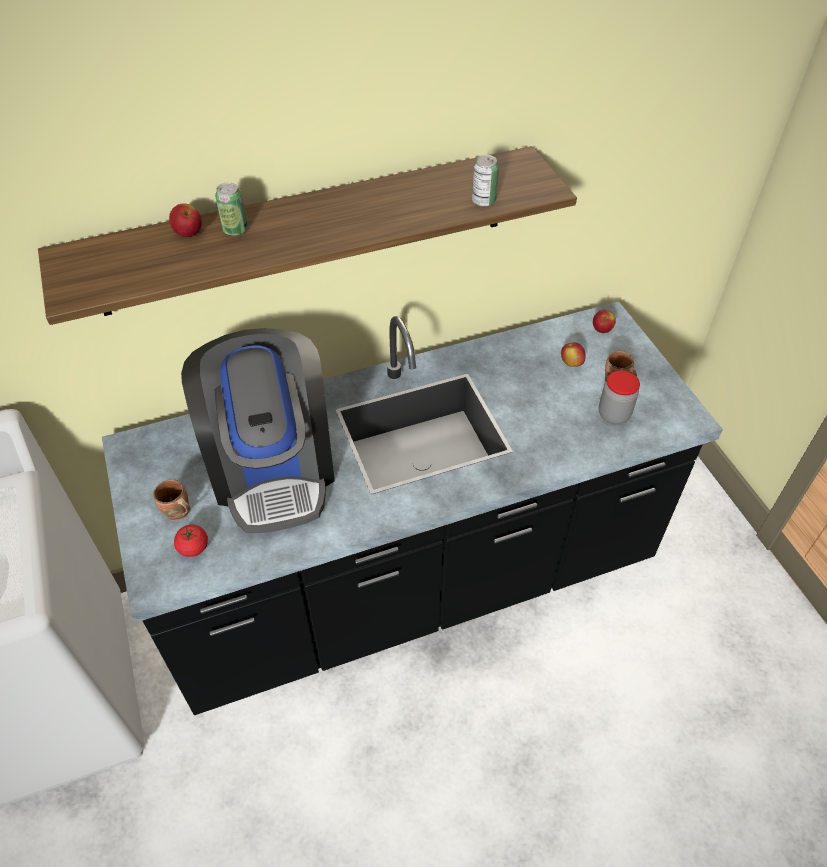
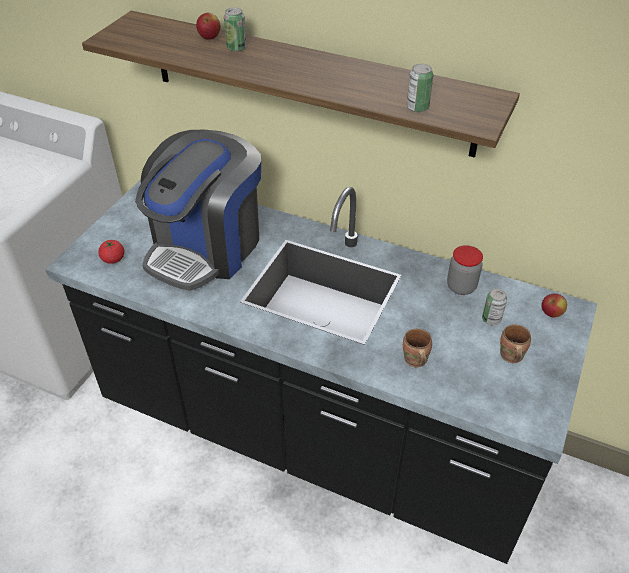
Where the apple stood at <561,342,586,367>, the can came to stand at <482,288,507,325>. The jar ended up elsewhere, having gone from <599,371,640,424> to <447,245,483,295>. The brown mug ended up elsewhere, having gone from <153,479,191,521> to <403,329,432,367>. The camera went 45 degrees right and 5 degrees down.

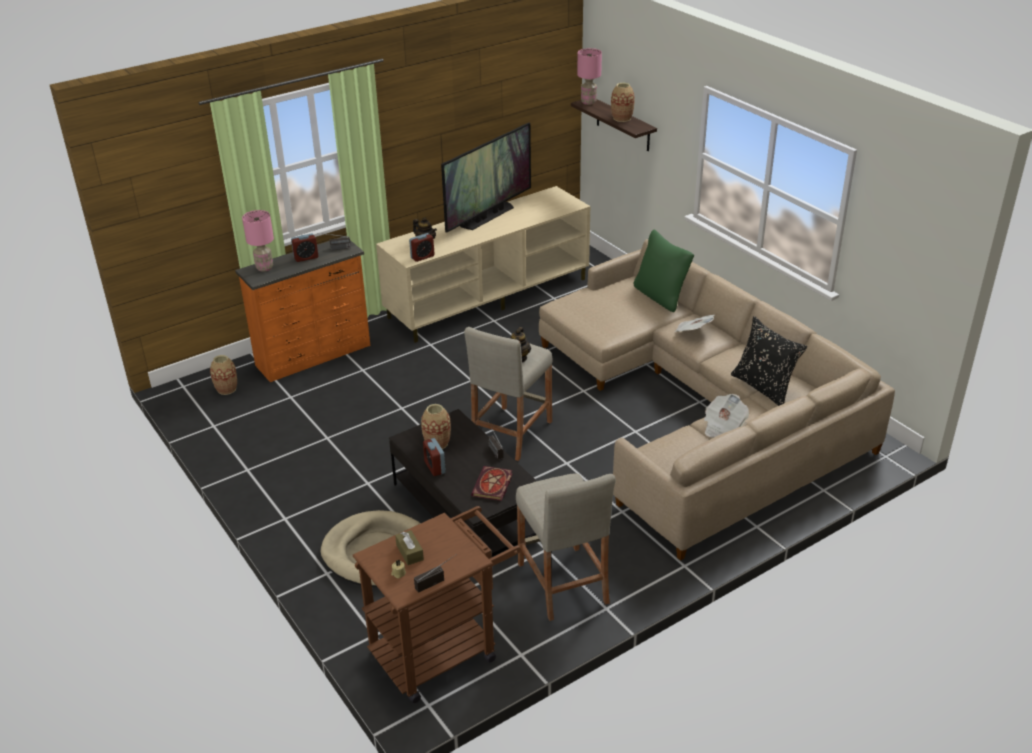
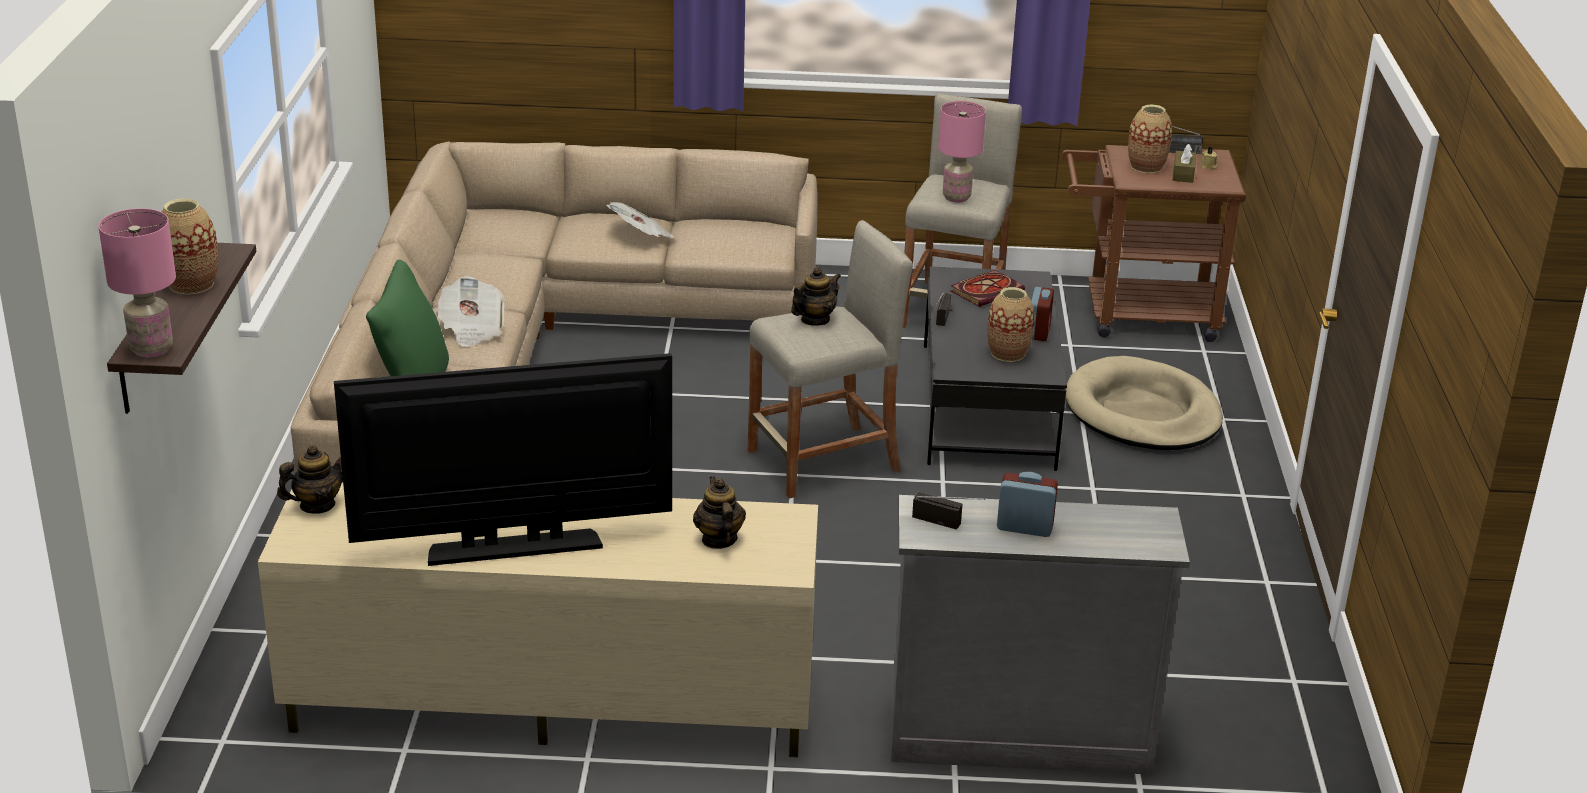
The pink table lamp ended up elsewhere, having gone from <242,210,274,272> to <938,101,986,203>. The second view lost the alarm clock at <409,233,435,262>. What was the orange dresser at <235,237,371,382> turned into the grey dresser at <891,495,1190,775>. The second view lost the black pillow at <731,316,807,406>. The vase ended up elsewhere, having gone from <210,355,237,395> to <1128,105,1172,173>. The second view gained the teapot at <277,445,343,514>. The camera went 145 degrees left and 5 degrees down.

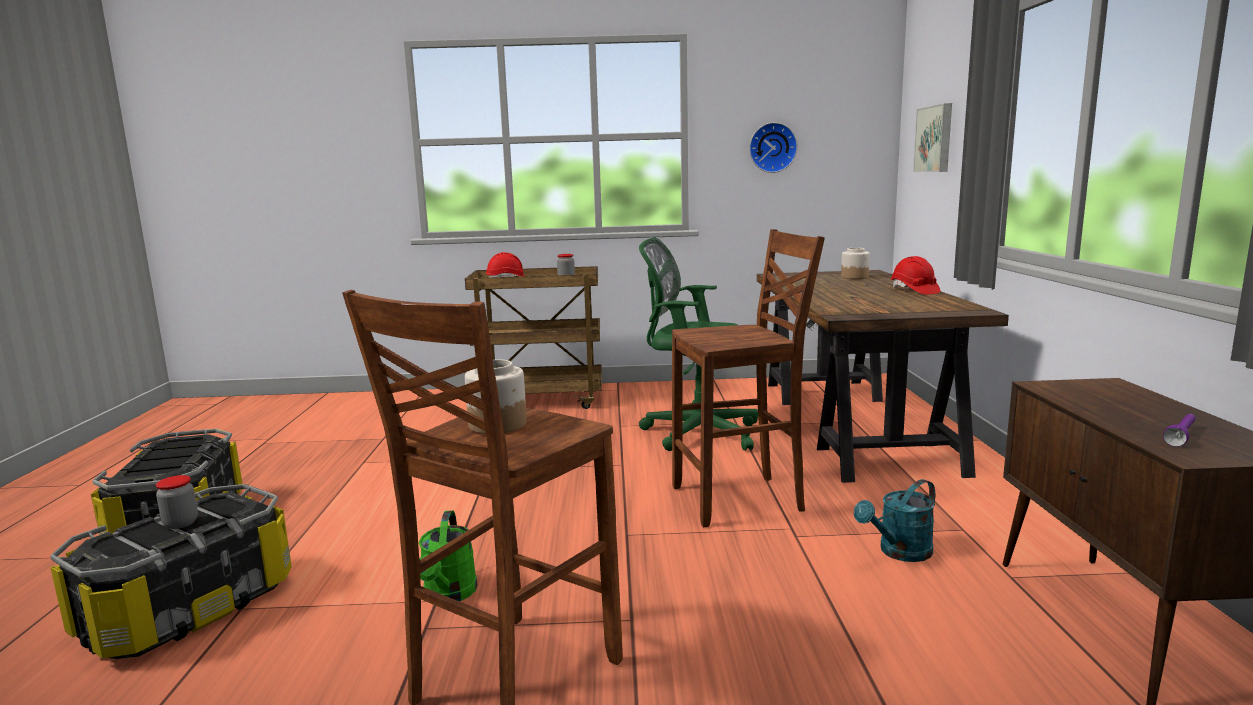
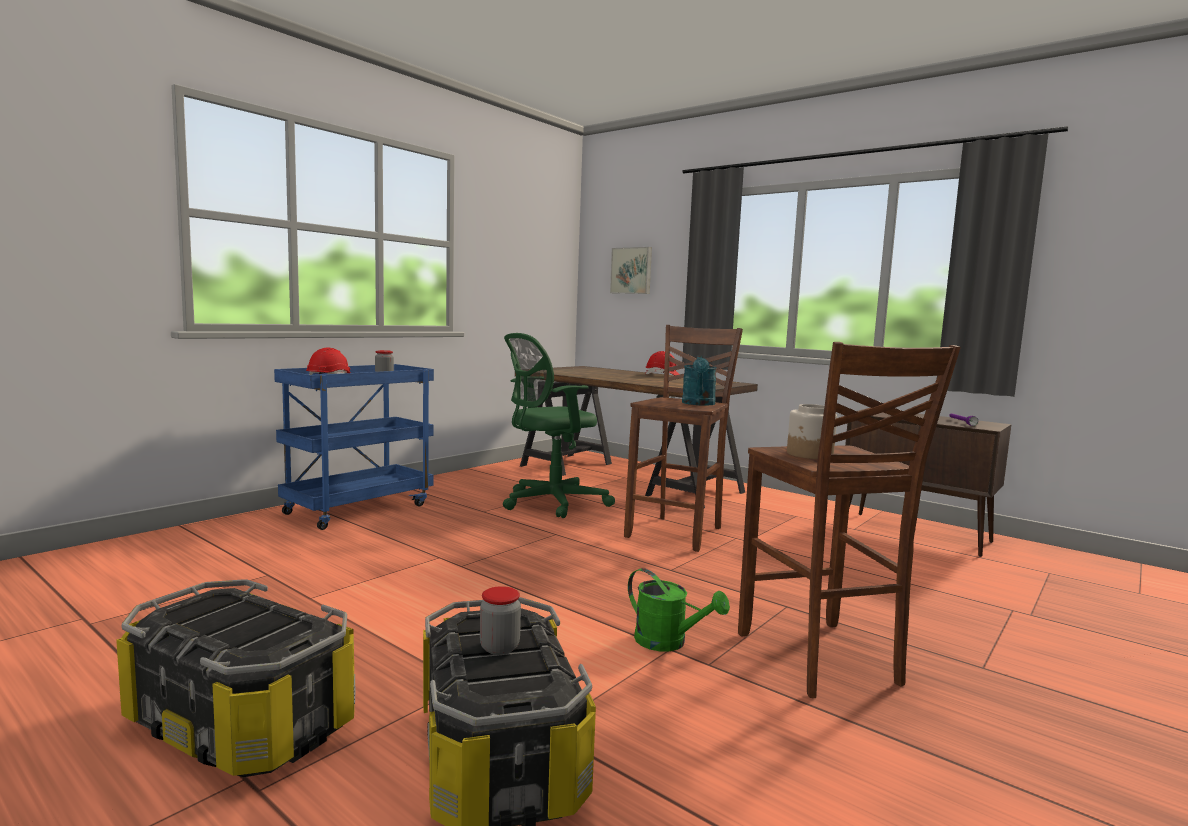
The second view lost the wall clock at <749,122,798,173>. The second view lost the jar at <841,248,870,279>. What was the brown cart at <465,266,602,409> turned into the blue cart at <274,364,434,530>. The turquoise watering can ended up elsewhere, having gone from <854,479,935,562> to <682,355,717,405>. The camera went 50 degrees left and 5 degrees down.

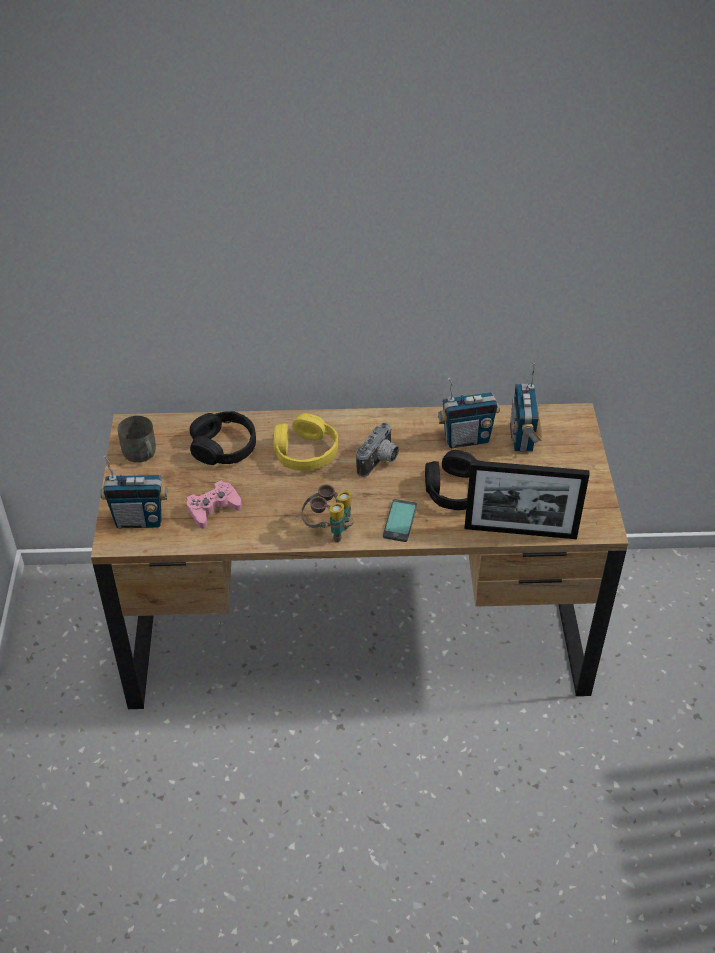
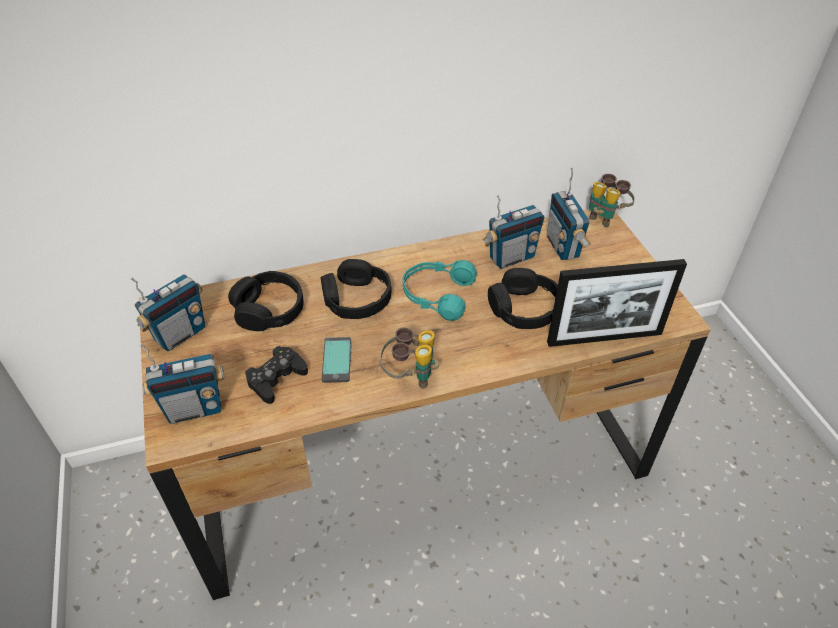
What was the yellow headphones at <274,413,339,471> turned into the black headphones at <321,259,391,319>. Where the grey mug stood at <117,416,156,463>, the radio came to stand at <129,274,205,351>. Where the photo camera stood at <356,423,399,477>, the turquoise headphones came to stand at <403,260,477,321>. What was the pink game controller at <187,481,242,529> turned into the black game controller at <245,346,308,404>. The phone ended up elsewhere, having gone from <383,499,417,542> to <322,337,352,383>. The second view gained the binoculars at <589,174,635,227>. The camera went 15 degrees left and 0 degrees up.

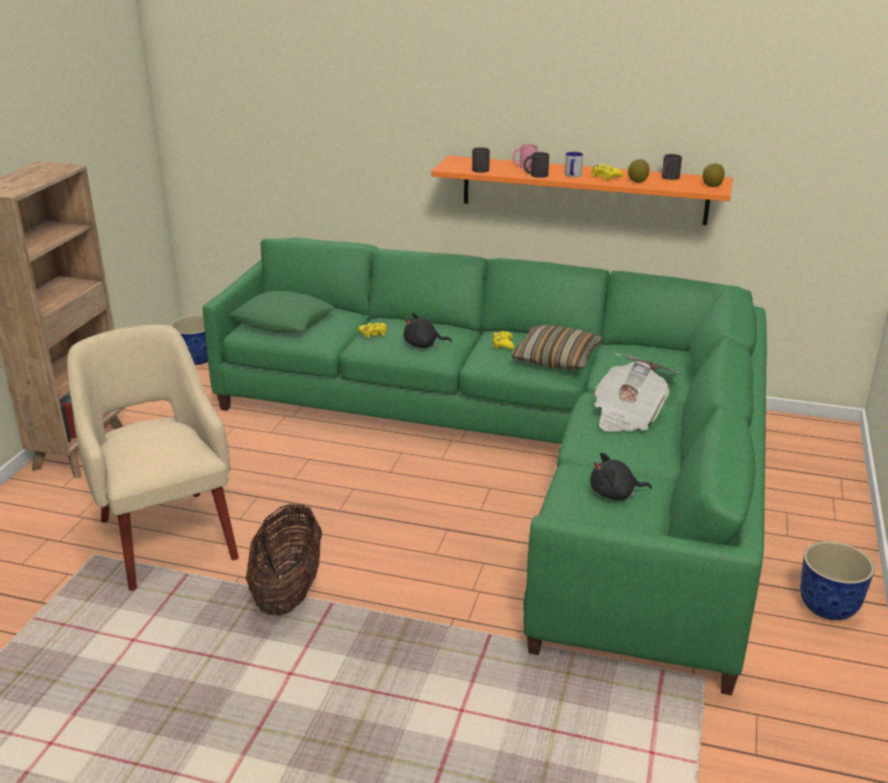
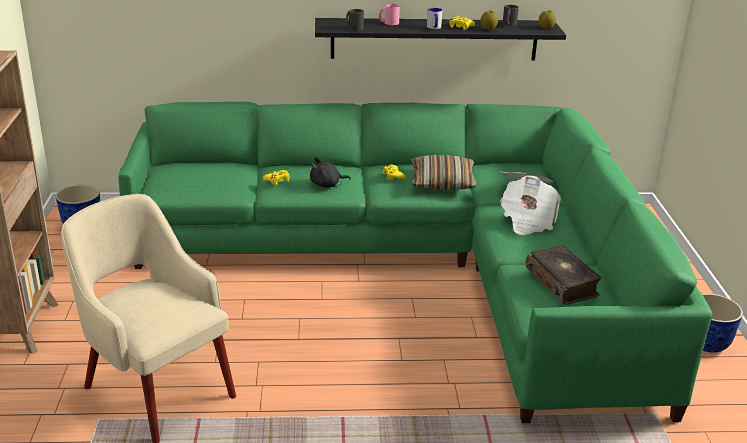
The second view lost the black mug at <523,152,549,178>. What was the orange shelf at <431,156,733,225> turned into the black shelf at <315,18,566,60>. The second view lost the green pillow at <230,291,336,333>. Where the black plush toy stood at <590,452,652,500>, the book came to stand at <526,245,602,305>. The second view lost the basket at <245,503,322,615>. The camera went 20 degrees left and 0 degrees up.

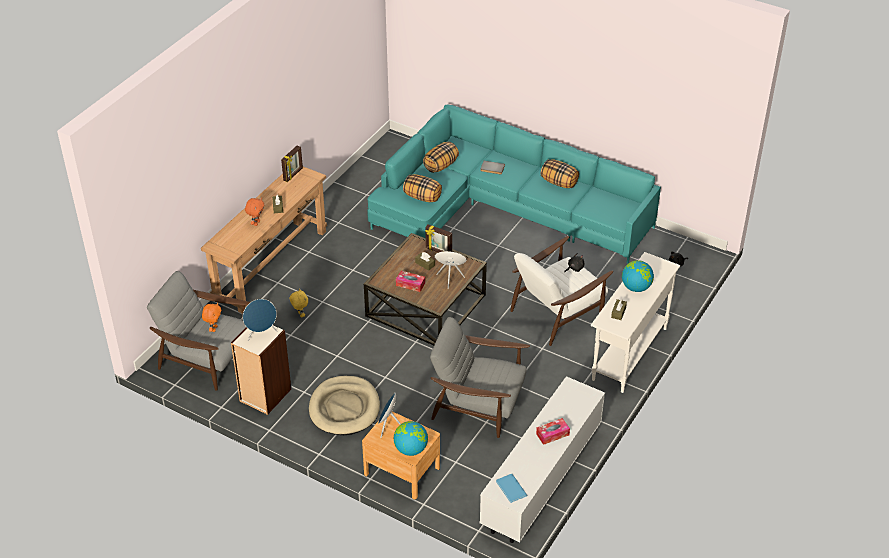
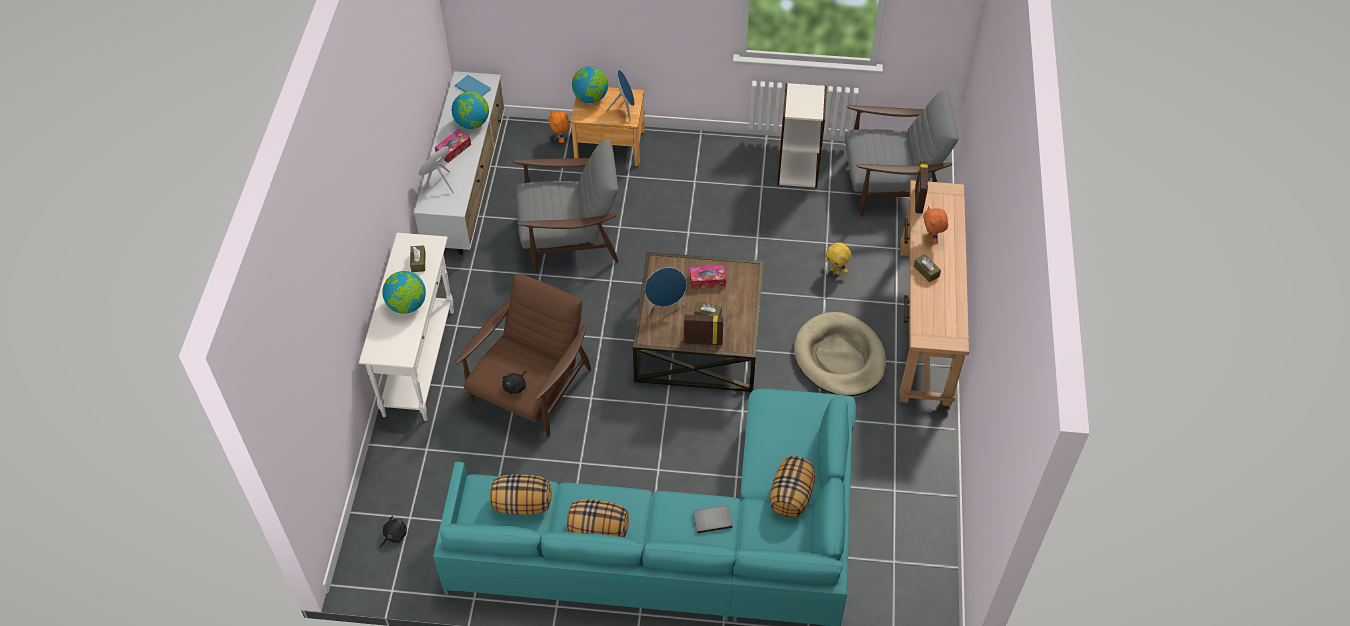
The picture frame ended up elsewhere, having gone from <281,146,303,182> to <915,160,928,214>. The pillow ended up elsewhere, having gone from <403,174,442,202> to <490,474,551,515>. What was the white armchair at <510,236,613,346> turned into the brown armchair at <454,273,591,437>. The blue speaker ended up elsewhere, having gone from <243,299,278,341> to <419,146,454,194>. The orange plush toy ended up elsewhere, having gone from <202,302,221,332> to <548,110,570,143>. The beige dog bed ended up elsewhere, having gone from <309,376,380,435> to <794,312,886,396>. The second view gained the globe at <452,92,489,129>. The camera went 155 degrees right and 10 degrees up.

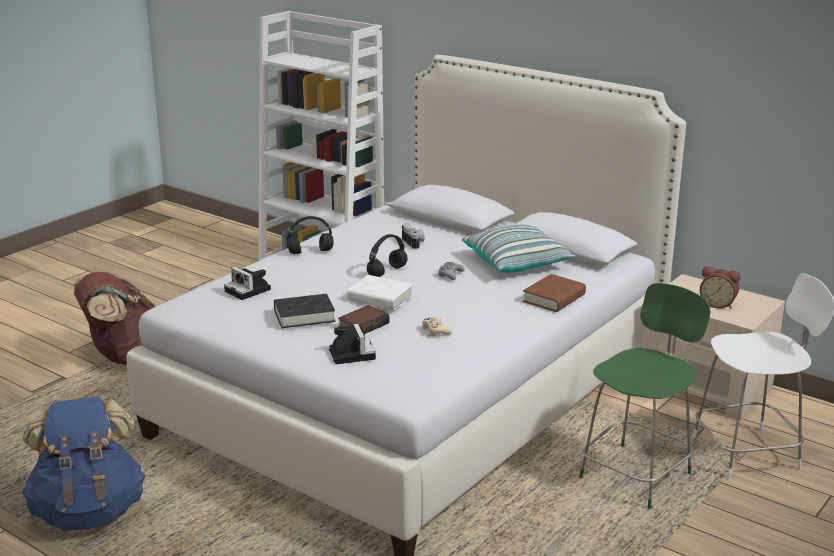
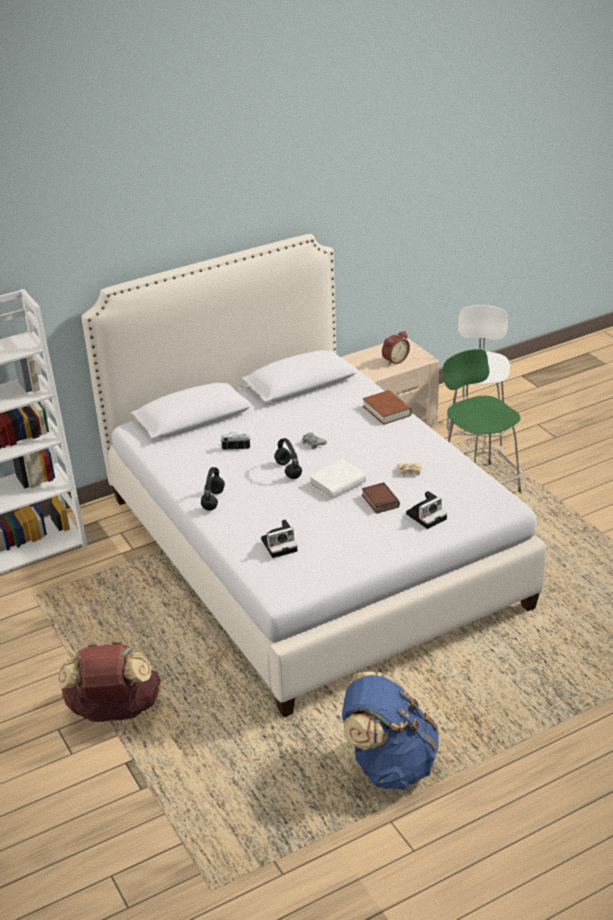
The second view lost the pillow at <462,224,575,273>. The second view lost the black book at <274,294,335,328>. The photo camera at <329,324,376,364> ended up facing another way, 135 degrees clockwise from before. The camera went 65 degrees left and 10 degrees up.

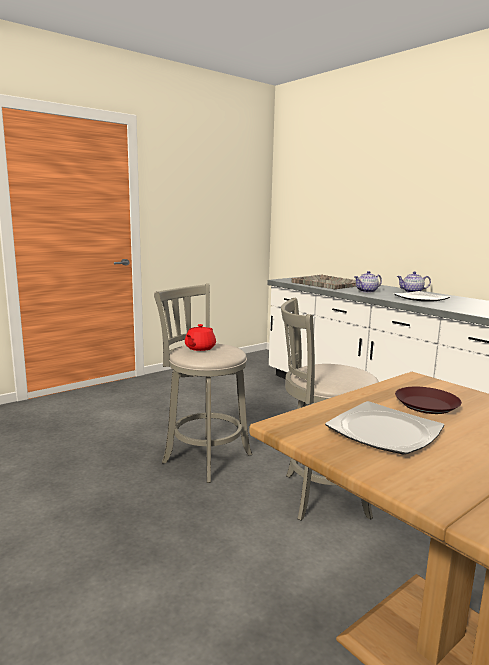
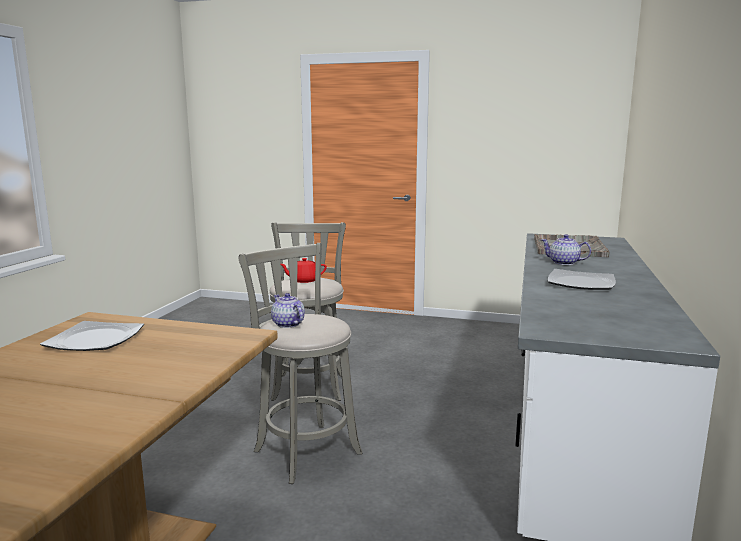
The teapot ended up elsewhere, having gone from <397,272,431,293> to <271,293,305,328>. The second view lost the brown plate at <395,387,462,414>. The camera went 55 degrees right and 0 degrees up.

